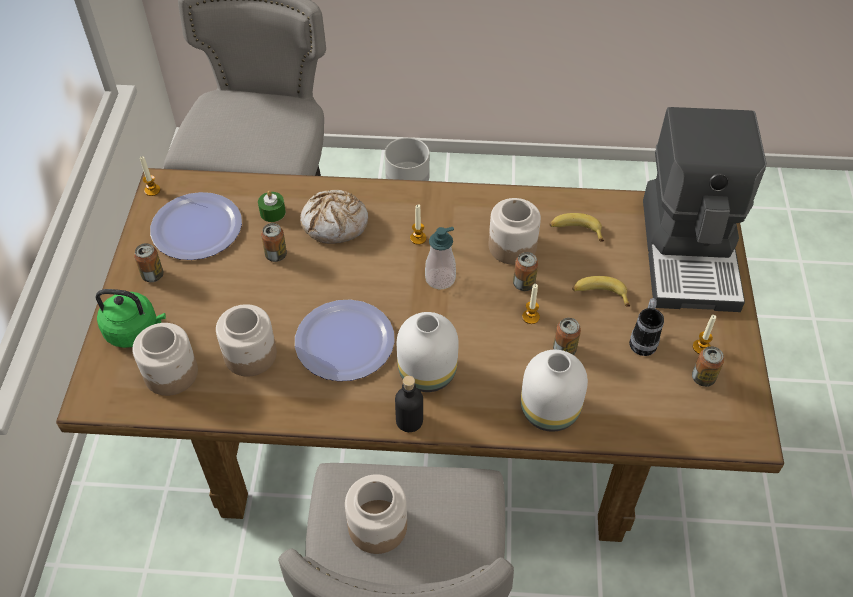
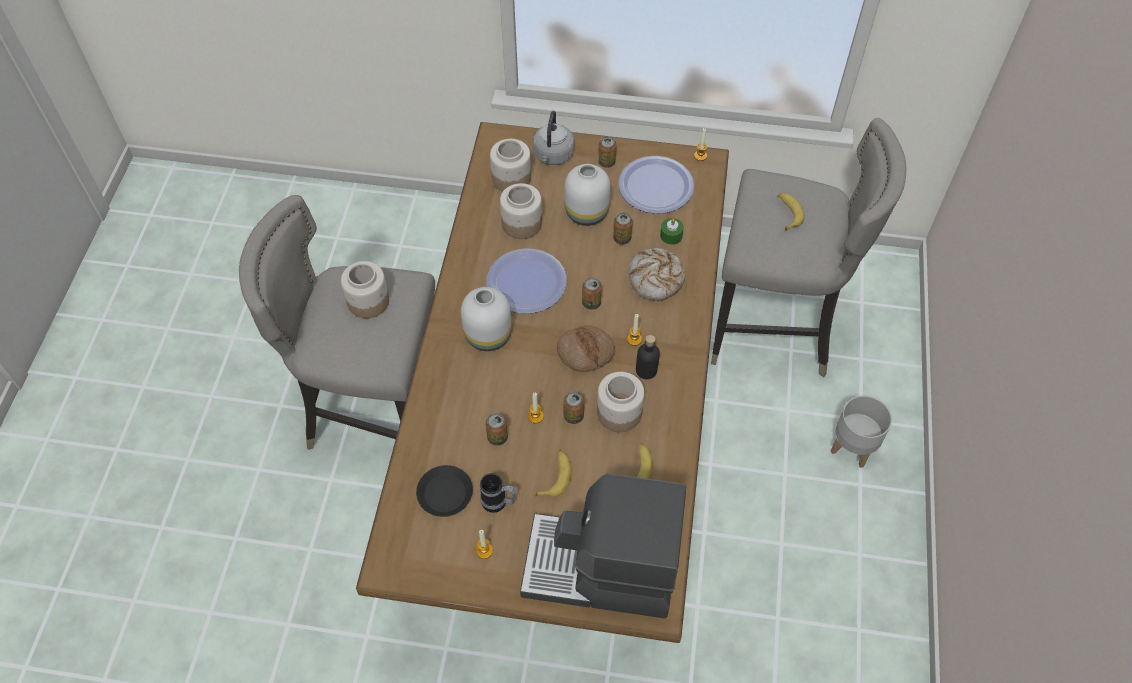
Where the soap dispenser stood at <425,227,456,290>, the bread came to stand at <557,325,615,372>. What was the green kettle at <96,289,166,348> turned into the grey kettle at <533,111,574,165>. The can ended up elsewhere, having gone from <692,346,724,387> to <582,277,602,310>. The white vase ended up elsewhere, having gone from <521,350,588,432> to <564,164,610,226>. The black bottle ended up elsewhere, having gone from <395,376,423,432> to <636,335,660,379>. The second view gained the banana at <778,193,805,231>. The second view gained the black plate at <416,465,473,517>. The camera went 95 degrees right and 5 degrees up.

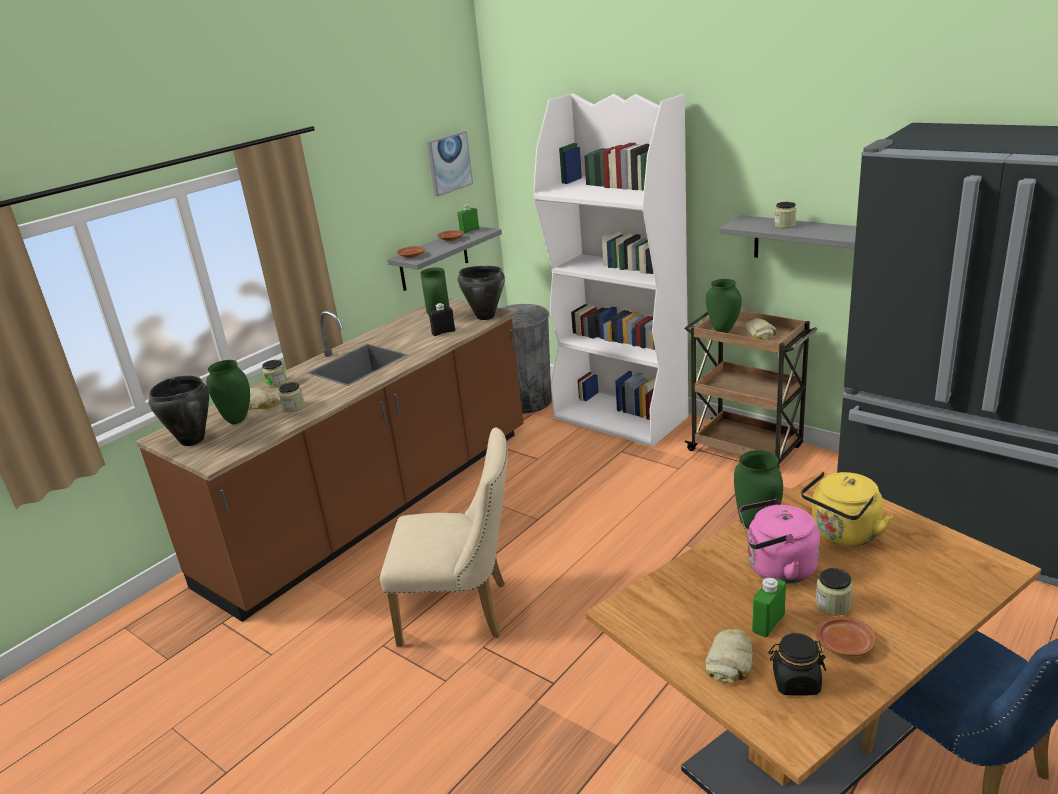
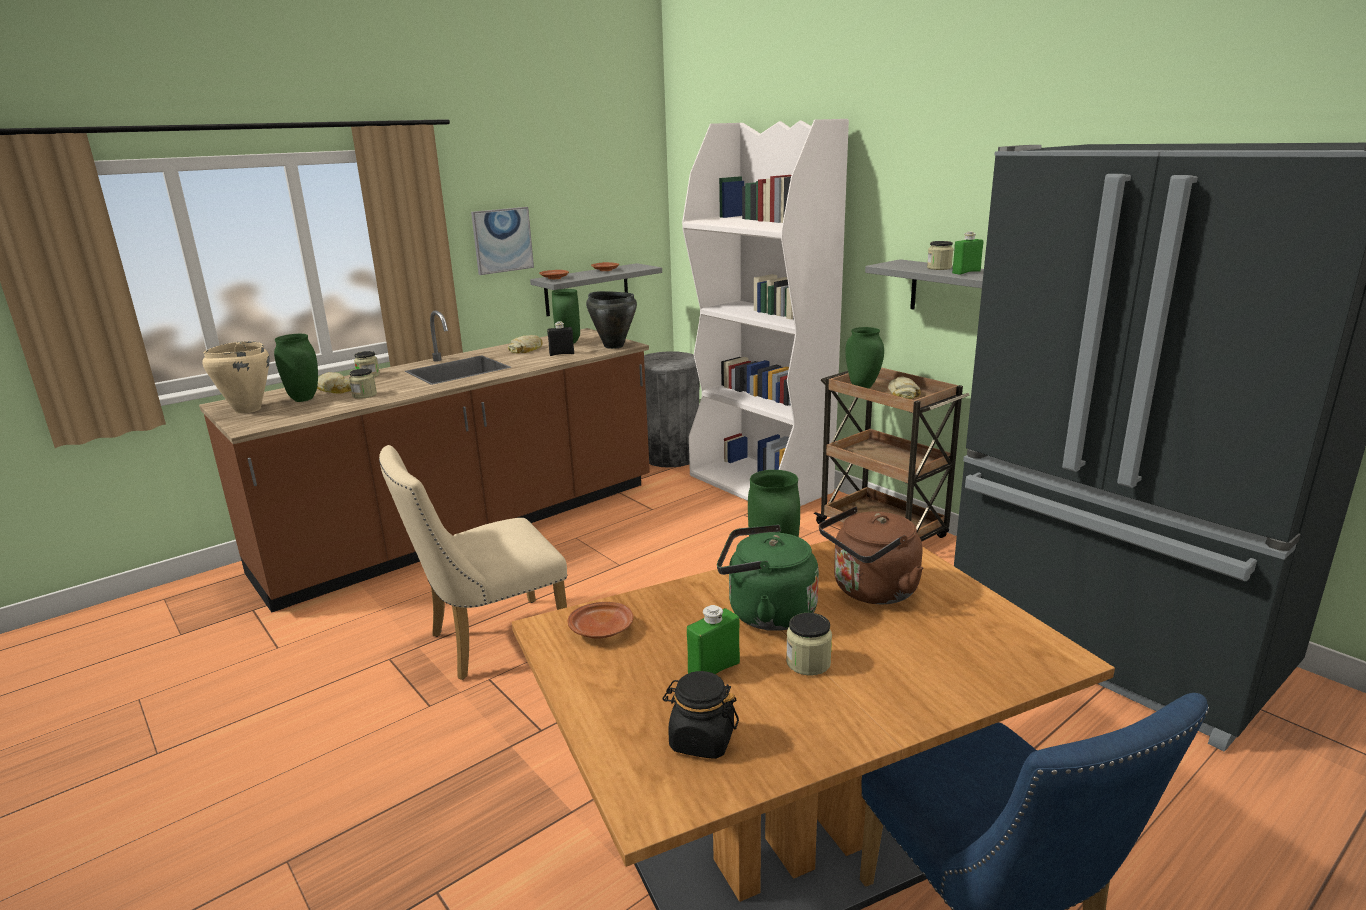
The picture ended up elsewhere, having gone from <427,131,473,197> to <471,207,534,275>. The green bottle ended up elsewhere, having gone from <458,204,479,234> to <952,232,984,275>. What was the black cooking pot at <149,375,209,446> turned into the beige cooking pot at <202,341,270,414>. The beige chair at <380,427,508,647> ended up facing another way, 135 degrees clockwise from before. What was the yellow kettle at <801,472,893,546> turned into the brown kettle at <819,506,923,605>. What was the pink kettle at <740,499,820,584> turned into the green kettle at <717,524,819,631>. The brown plate ended up elsewhere, having gone from <816,616,876,656> to <568,602,634,639>. The bread ended up elsewhere, having gone from <705,629,753,684> to <508,335,543,353>. The camera went 10 degrees right and 5 degrees down.

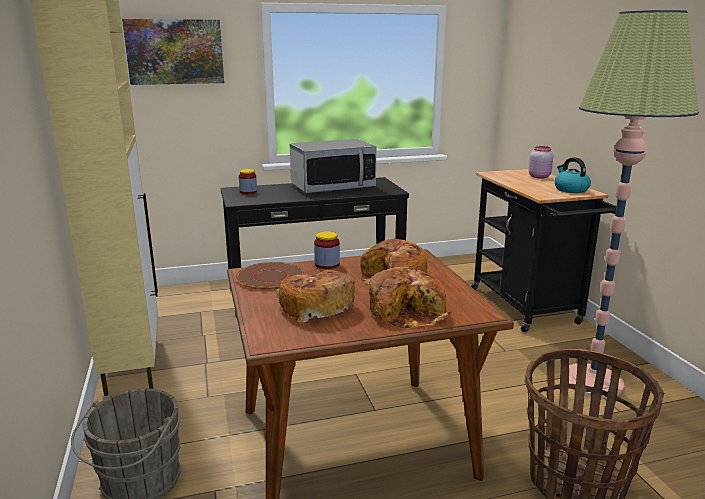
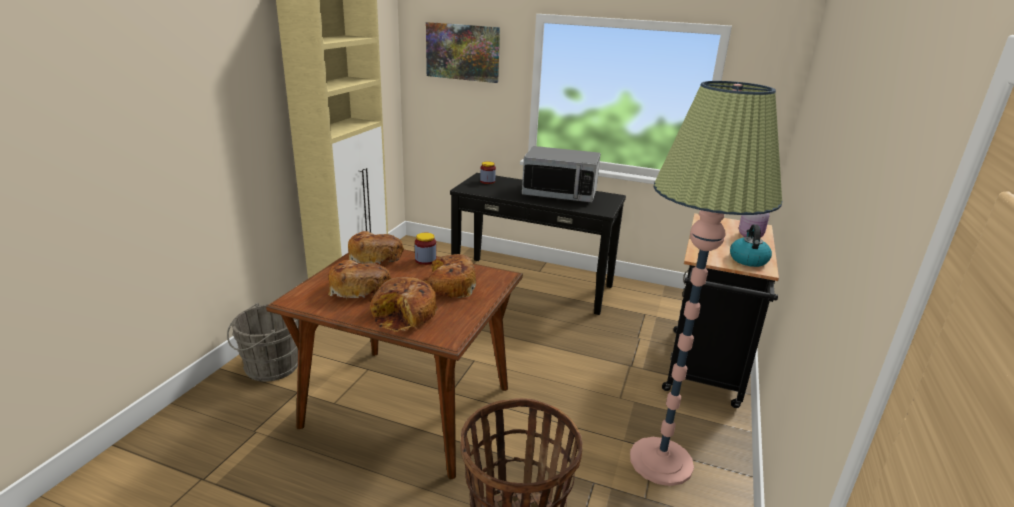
Where the brown plate stood at <236,262,304,290>, the bread came to stand at <348,231,404,265>. The camera went 35 degrees right and 5 degrees up.

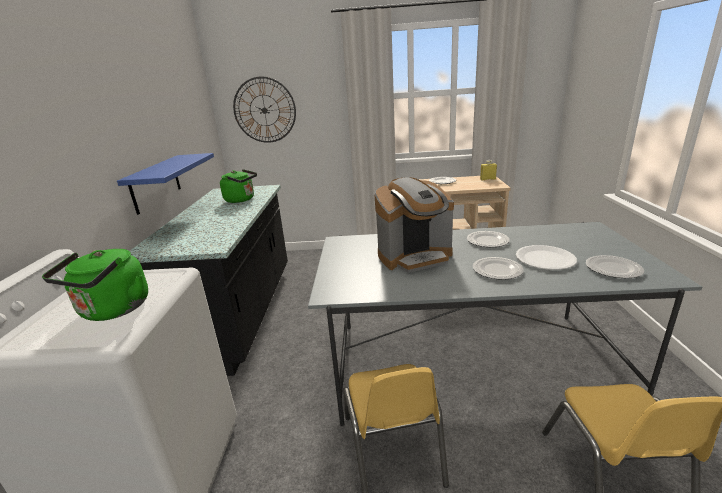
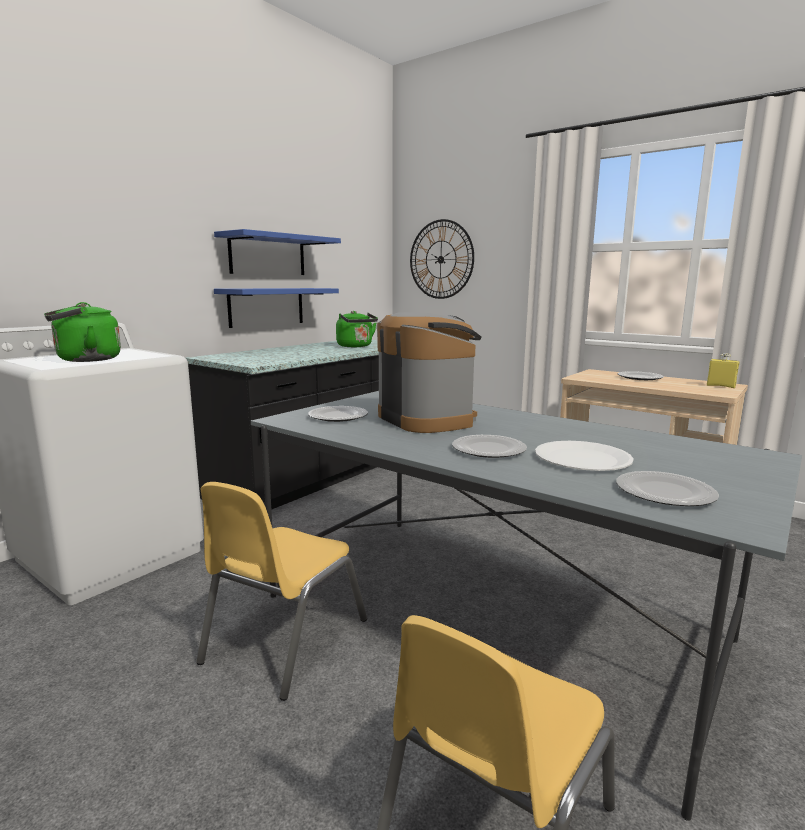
The coffee machine at <374,177,454,273> ended up facing another way, 135 degrees counterclockwise from before. The plate ended up elsewhere, having gone from <467,231,510,247> to <308,406,368,422>. The second view gained the blue shelf at <214,229,341,275>. The camera went 35 degrees right and 10 degrees down.

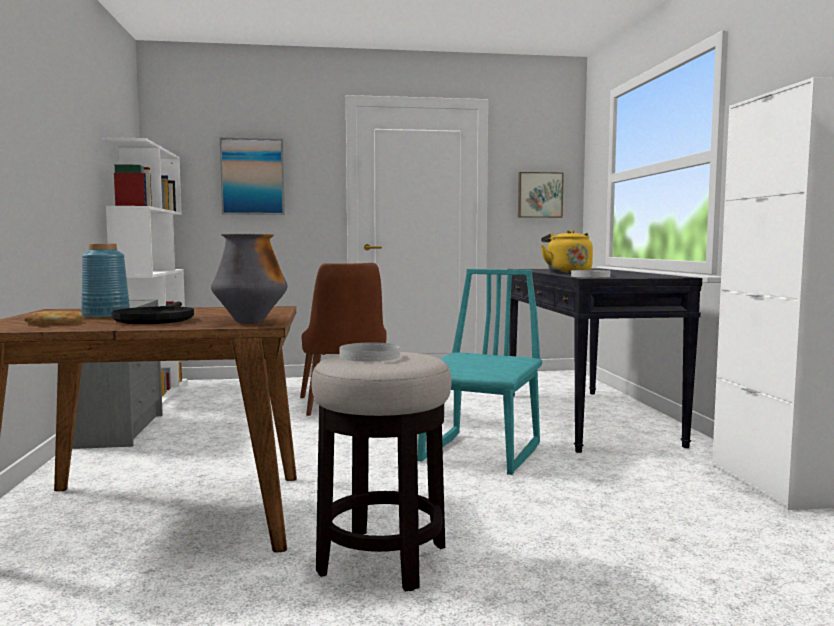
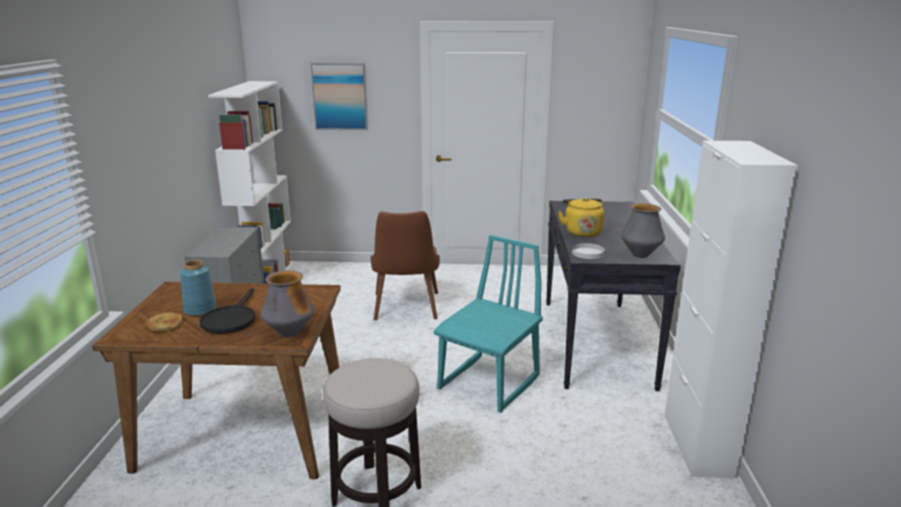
The second view lost the picture at <518,172,564,218>. The second view lost the white plate at <339,342,400,362>. The second view gained the vase at <621,203,665,258>. The camera went 10 degrees right and 15 degrees up.

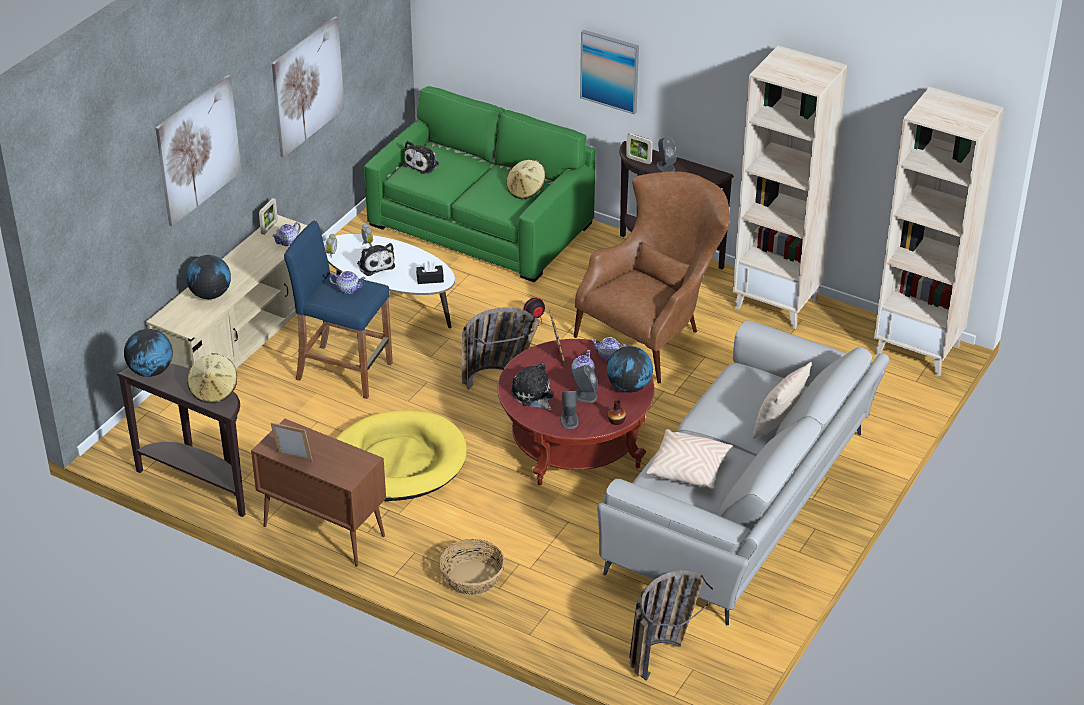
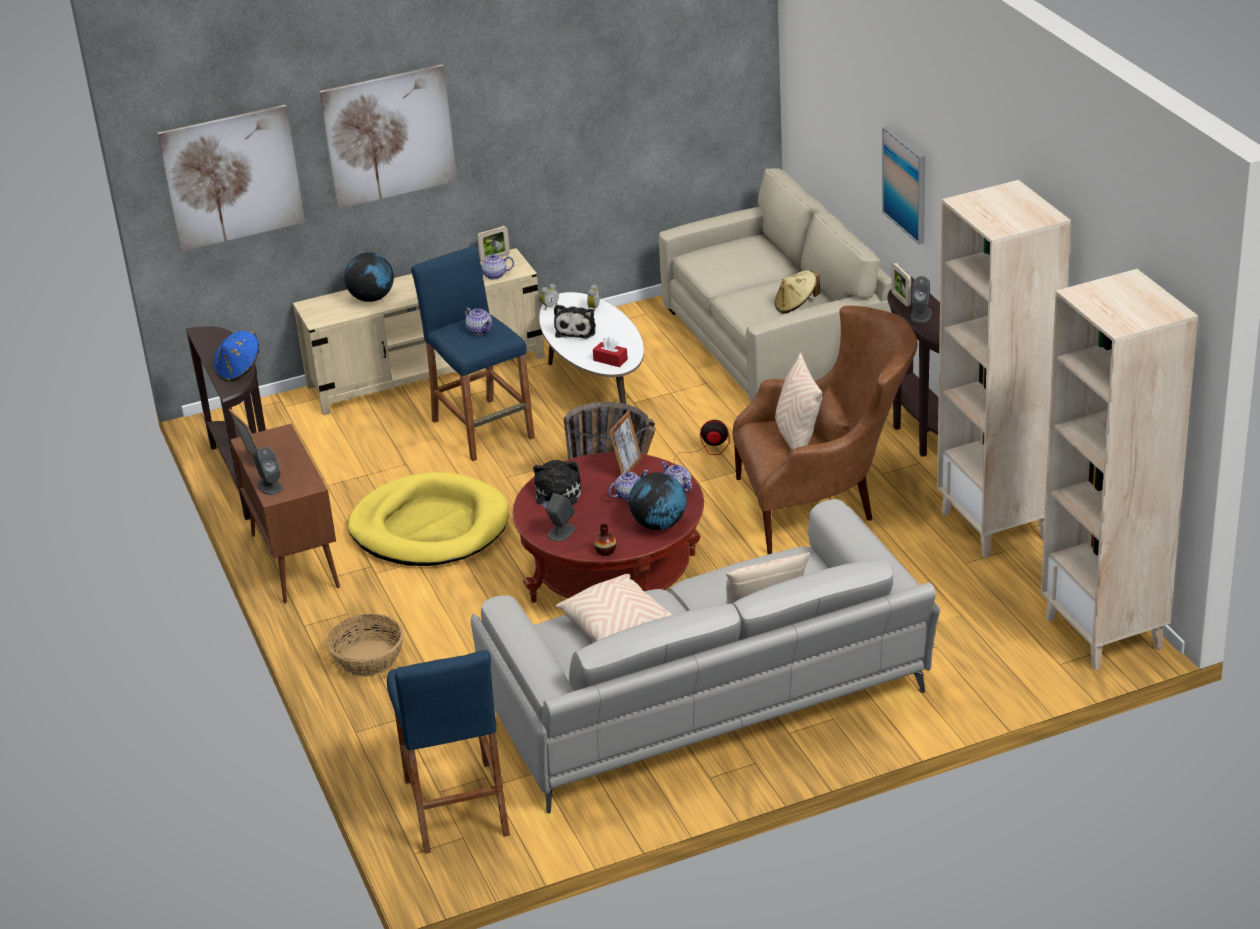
The picture ended up elsewhere, having gone from <272,16,345,158> to <158,105,305,251>. What was the green sofa at <364,86,595,282> turned into the beige sofa at <659,168,892,402>. The second view lost the plush toy at <403,141,439,174>. What was the black tissue box at <416,261,444,284> turned into the red tissue box at <593,337,628,367>. The second view lost the globe at <124,329,173,377>. What was the beige hat at <187,353,237,403> turned into the blue hat at <213,331,259,382>. The grey speaker ended up elsewhere, having gone from <572,365,598,403> to <253,447,283,495>. Where the basket stood at <629,570,713,681>, the blue stool came to stand at <387,650,510,854>. The second view gained the beige pillow at <775,353,822,450>. The camera went 40 degrees right and 5 degrees down.

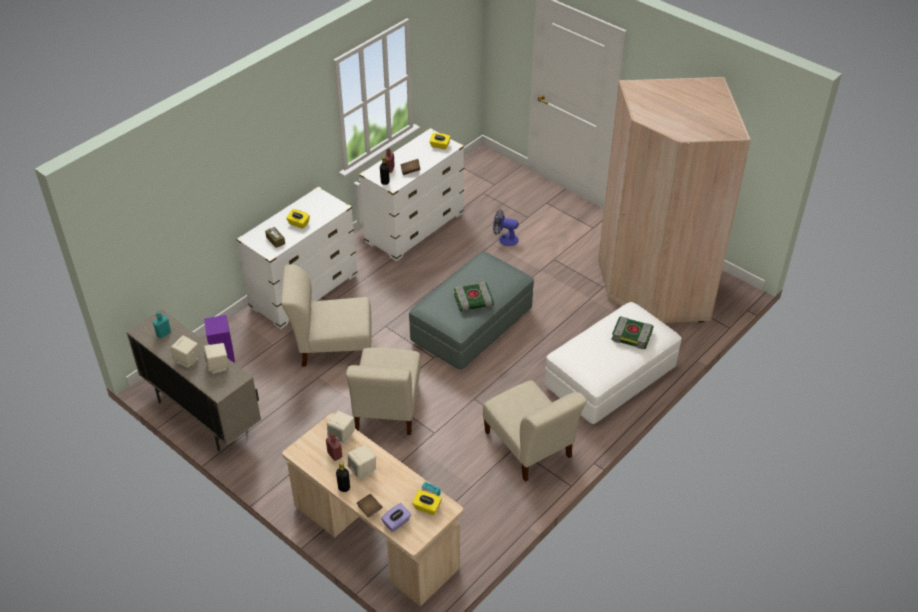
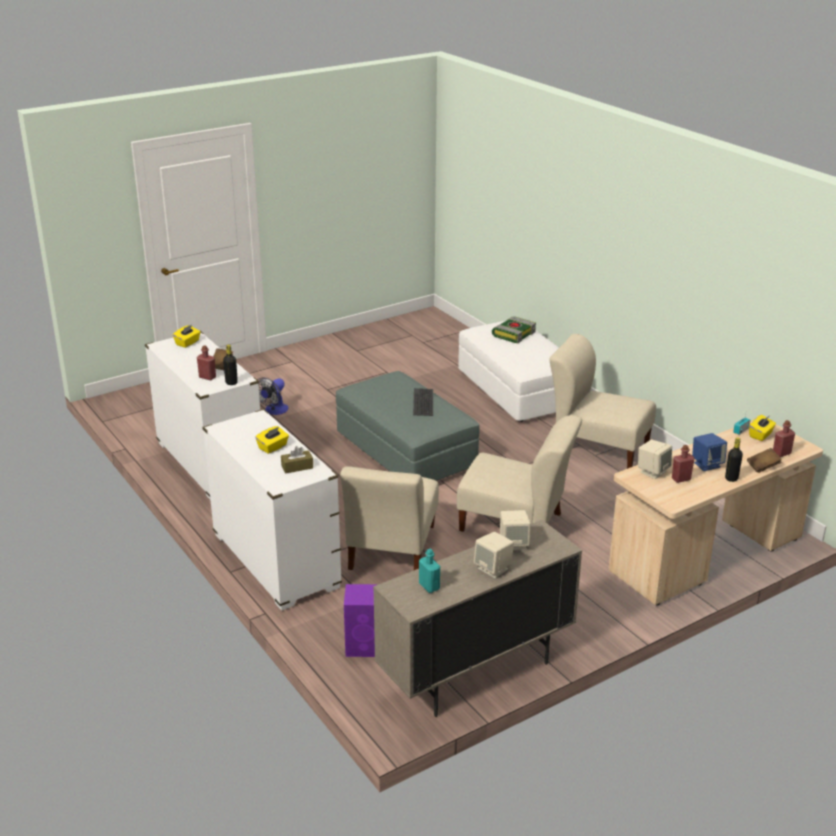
The second view lost the beige wardrobe at <598,77,751,323>. Where the book stood at <454,282,494,311>, the keyboard came to stand at <413,388,433,416>. The beige chair at <483,380,587,482> ended up facing another way, 135 degrees counterclockwise from before. What was the beige speaker at <348,445,376,480> turned into the blue speaker at <692,433,727,471>. Where the purple tissue box stood at <381,503,411,532>, the red bottle came to stand at <773,420,795,457>. The camera went 75 degrees left and 15 degrees down.

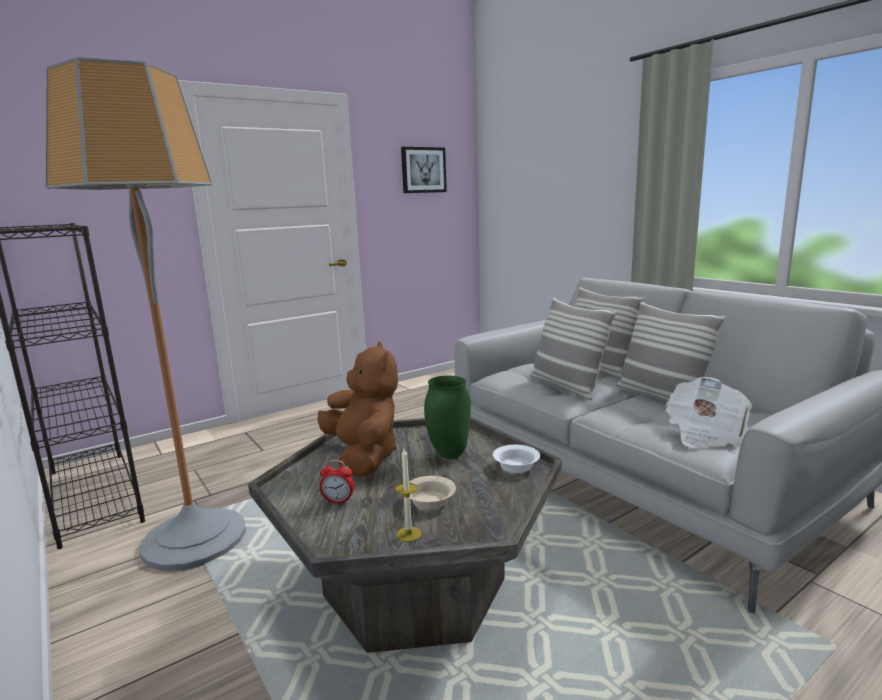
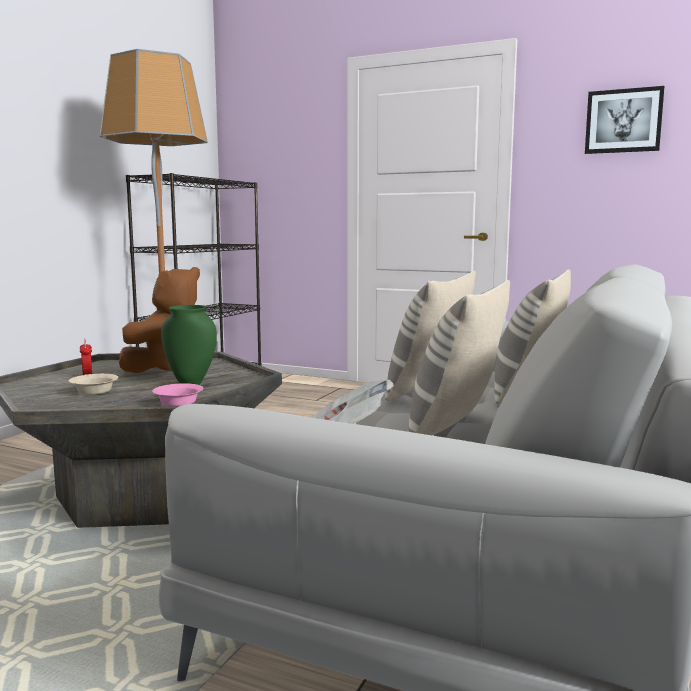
What was the white bowl at <493,445,540,473> turned into the pink bowl at <152,383,204,406>. The second view lost the candle at <396,449,422,542>. The camera went 60 degrees right and 5 degrees down.

